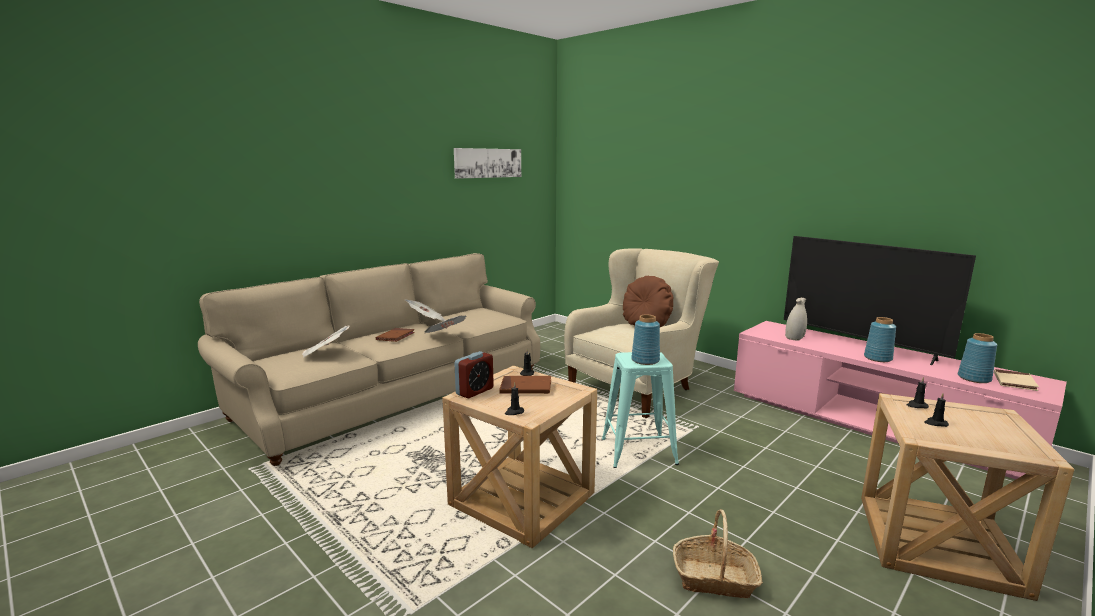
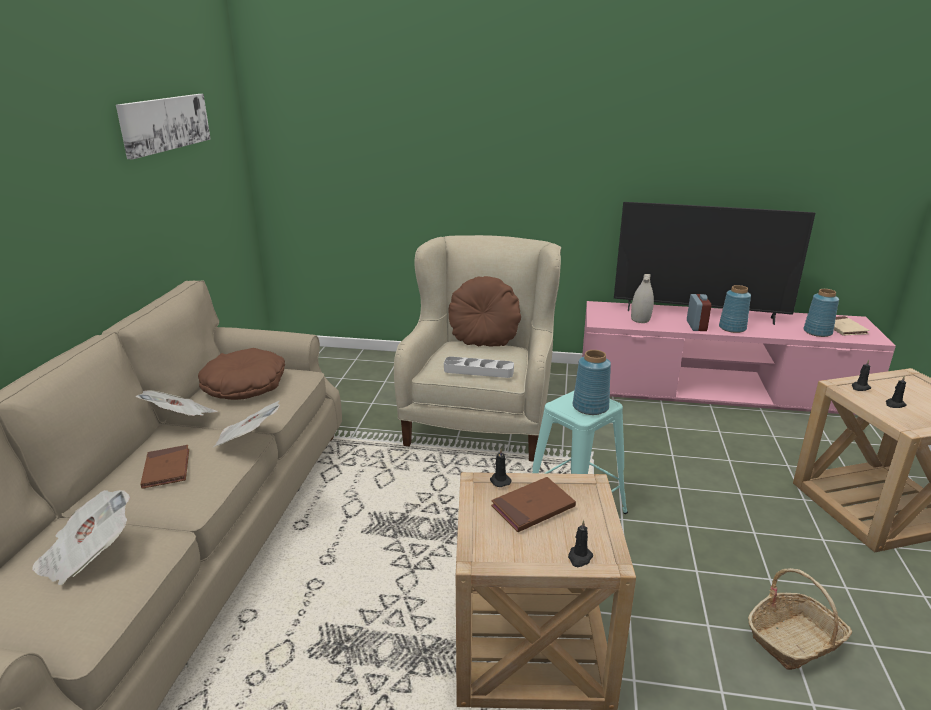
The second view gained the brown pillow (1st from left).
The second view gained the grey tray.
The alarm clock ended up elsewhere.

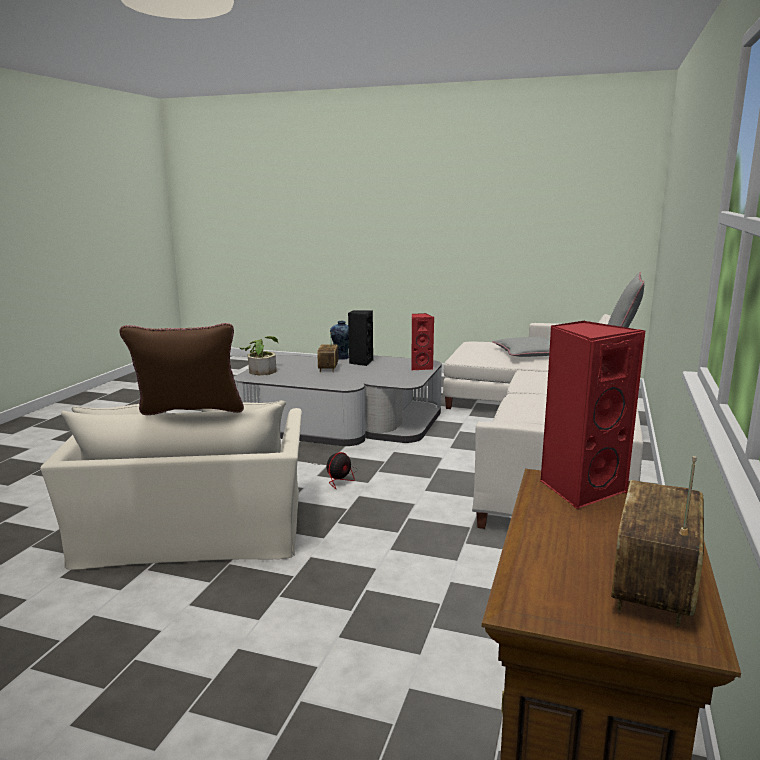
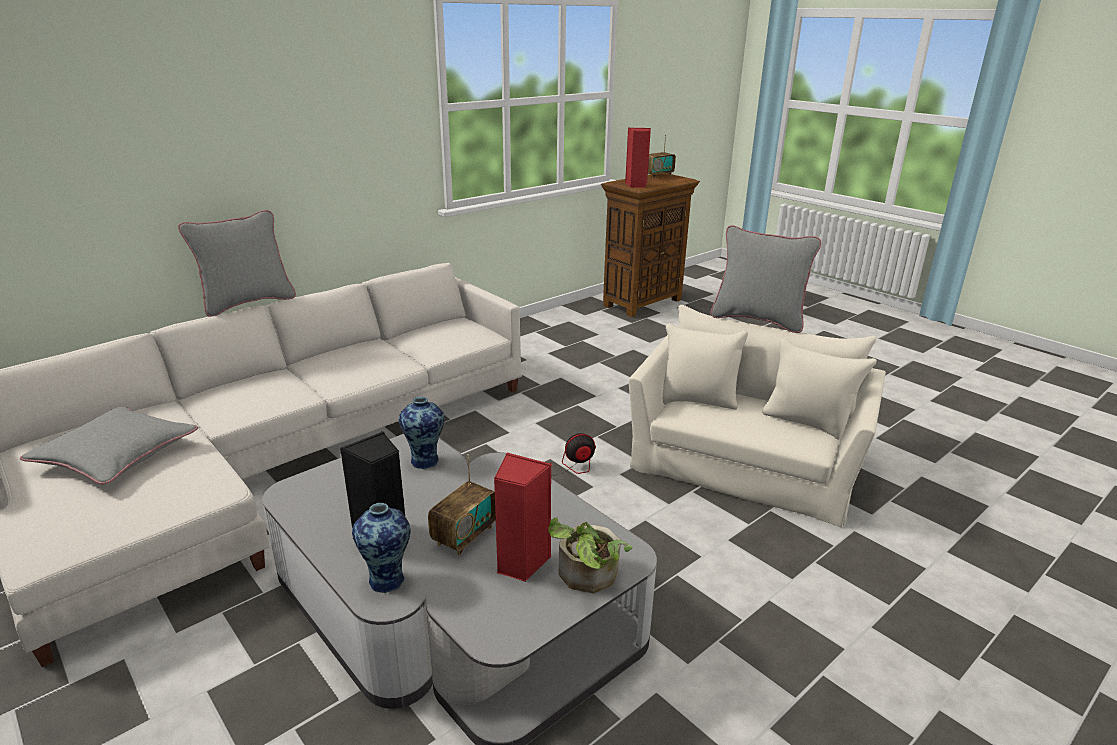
The second view gained the vase (2nd from left).
The red speaker (1st from left) ended up elsewhere.
What was the brown pillow turned into the grey pillow (3rd from left).

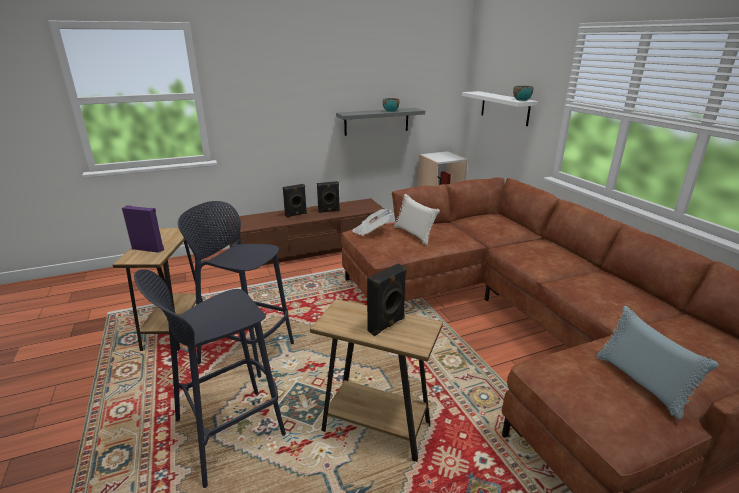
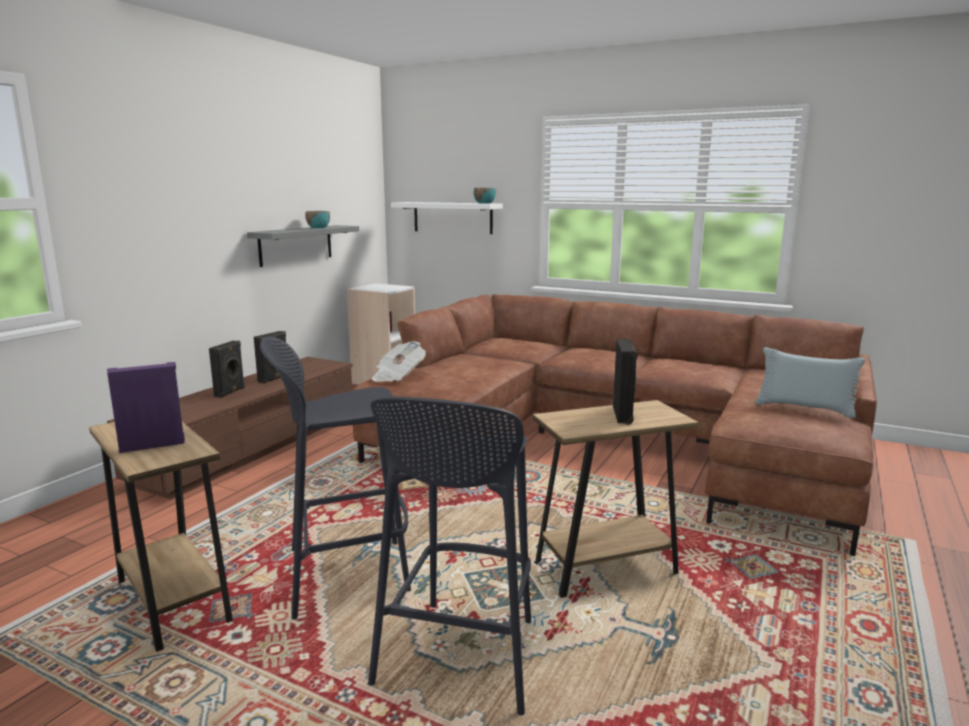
The second view lost the white pillow.

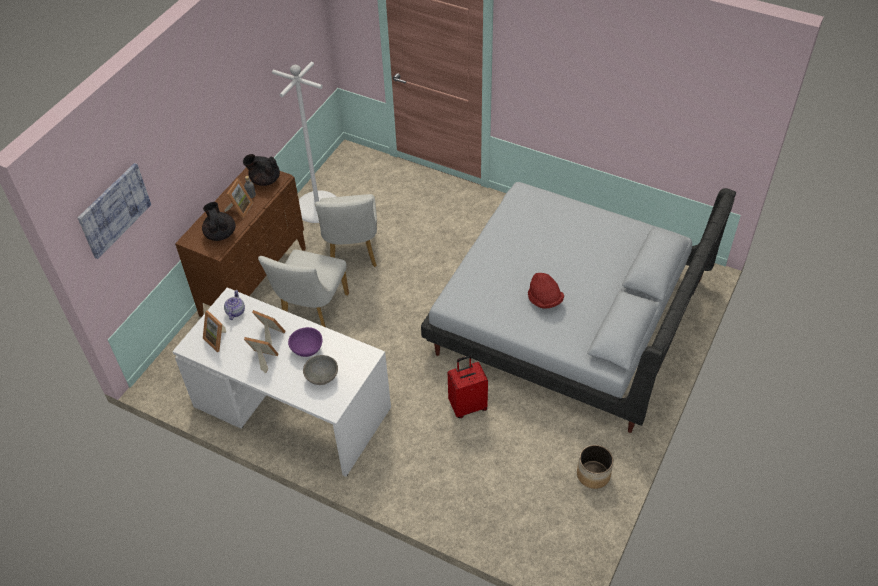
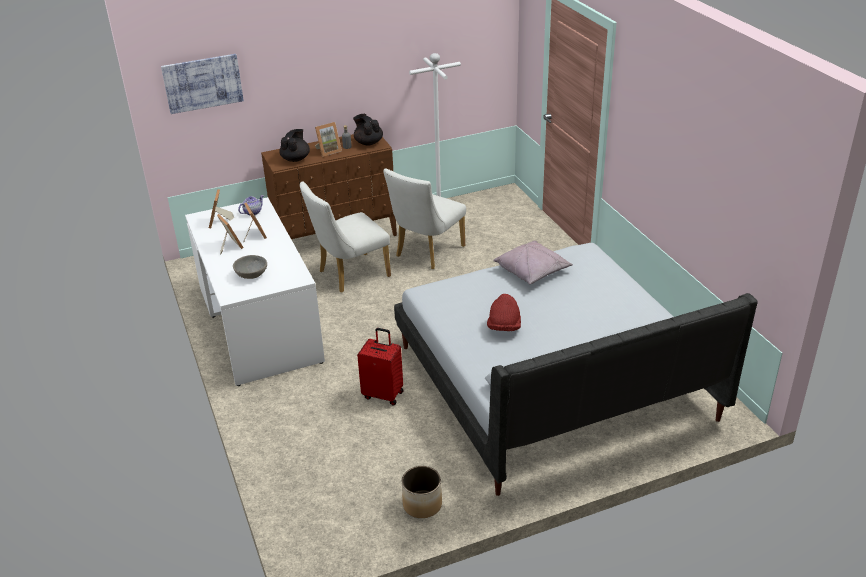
The second view gained the purple pillow.
The second view lost the purple bowl.

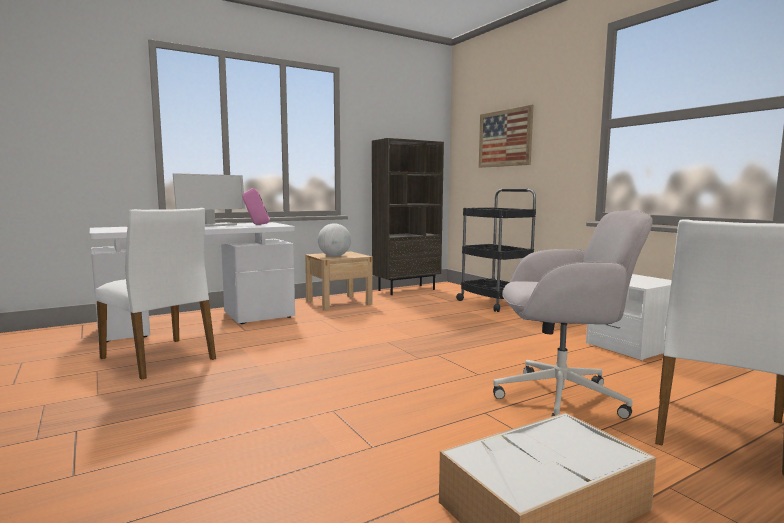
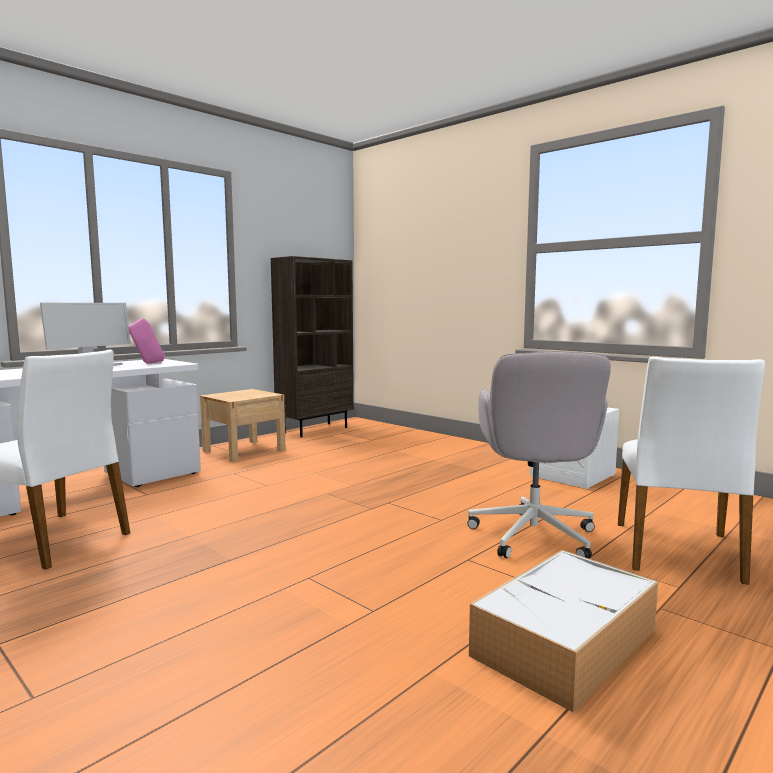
The grey office chair ended up facing another way, 105 degrees clockwise from before.
The second view lost the globe.
The second view lost the black cart.
The second view lost the picture.

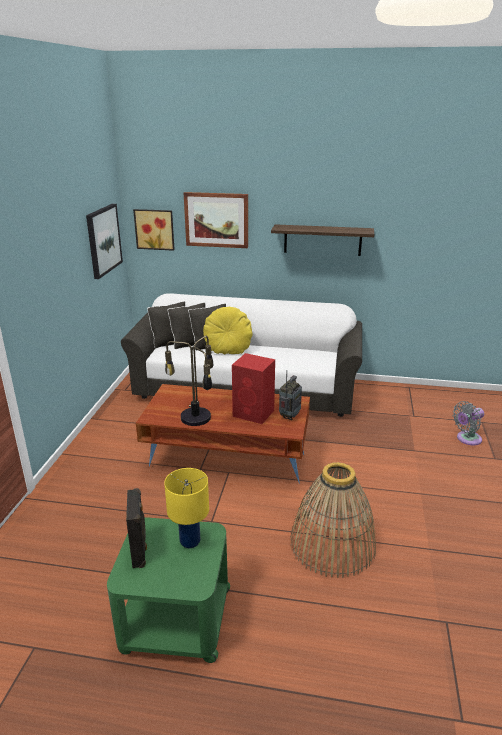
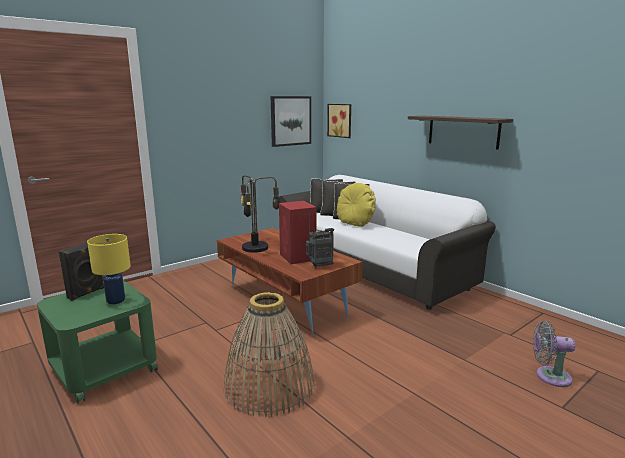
The second view lost the picture (3rd from left).

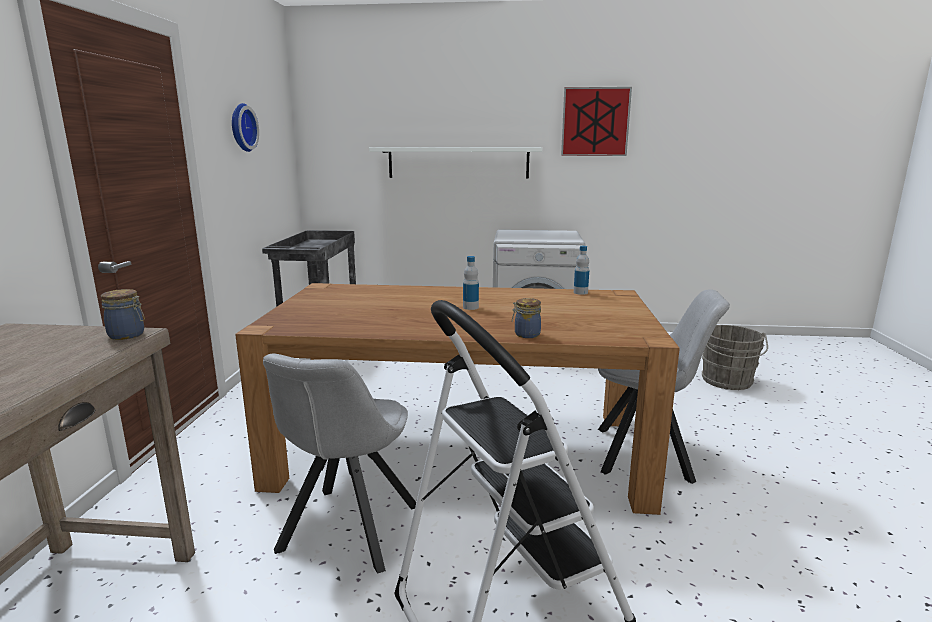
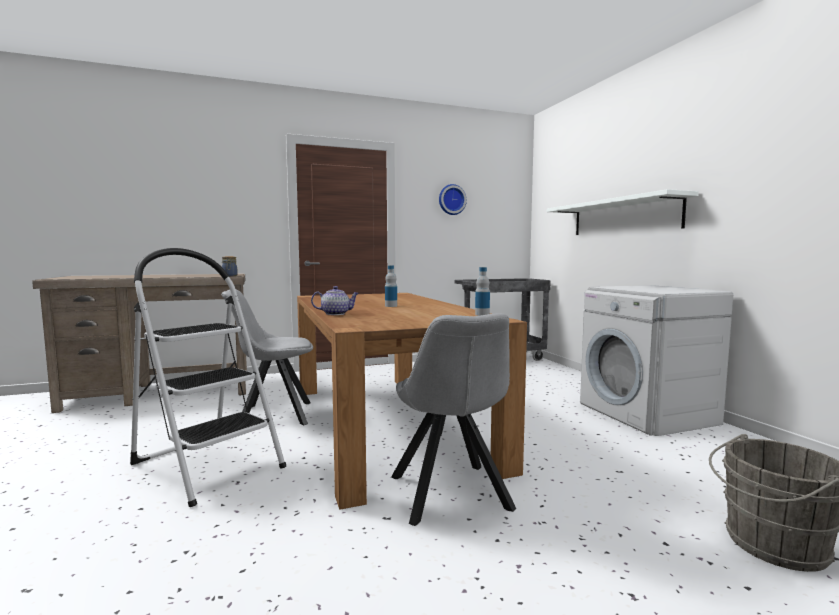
Where the jar (2nd from left) stood, the teapot came to stand.
The second view lost the picture.

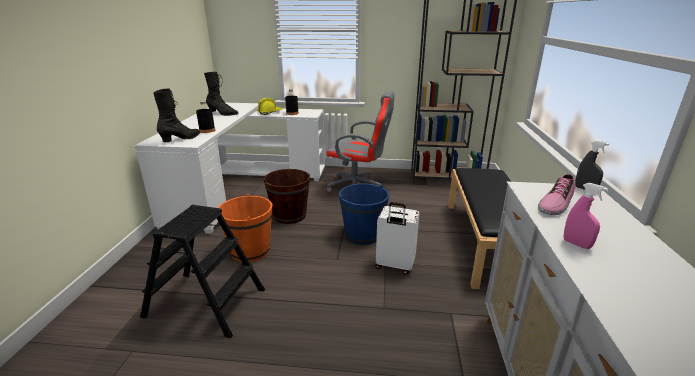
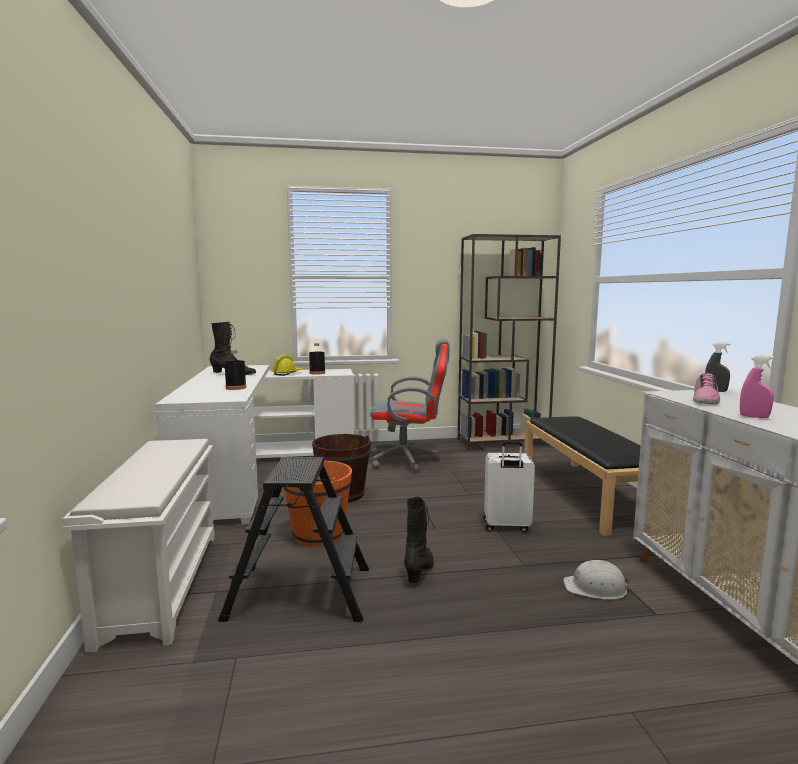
The second view gained the white shoe rack.
The black boot (1st from left in the first image) ended up elsewhere.
The second view gained the white hard hat.
The second view lost the blue bucket.

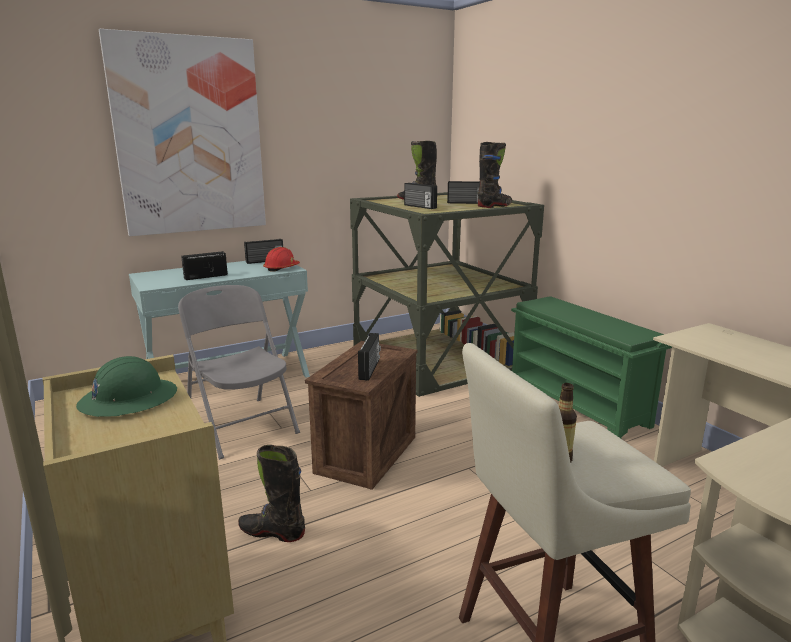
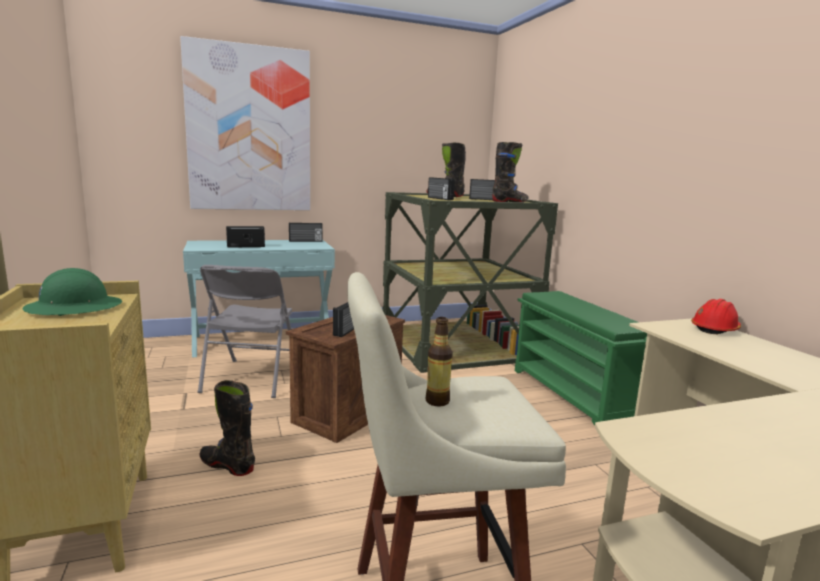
The grey chair ended up facing another way, 150 degrees counterclockwise from before.
The red hard hat ended up elsewhere.

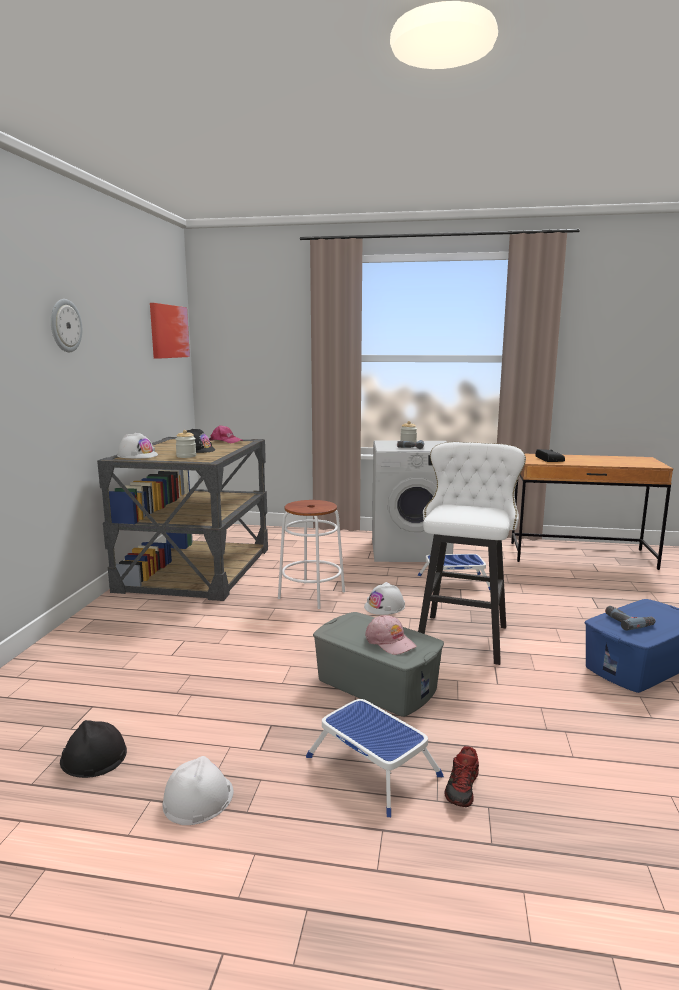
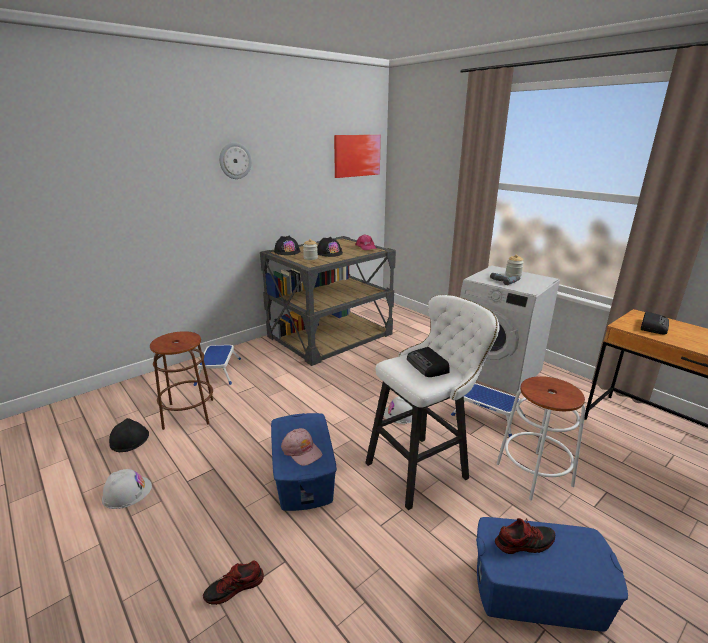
The second view gained the brown stool.
The blue step ladder (1st from left) ended up elsewhere.
What was the grey storage box turned into the blue storage box (1st from left).
What was the white hard hat (1st from left) turned into the black hard hat (2nd from left).
The pink cap (2nd from left in the first image) ended up facing another way, 45 degrees counterclockwise from before.
The second view gained the radio (1st from left).
Where the power drill (2nd from left) stood, the shoe (2nd from left) came to stand.
The white stool (1st from left in the first image) ended up elsewhere.

